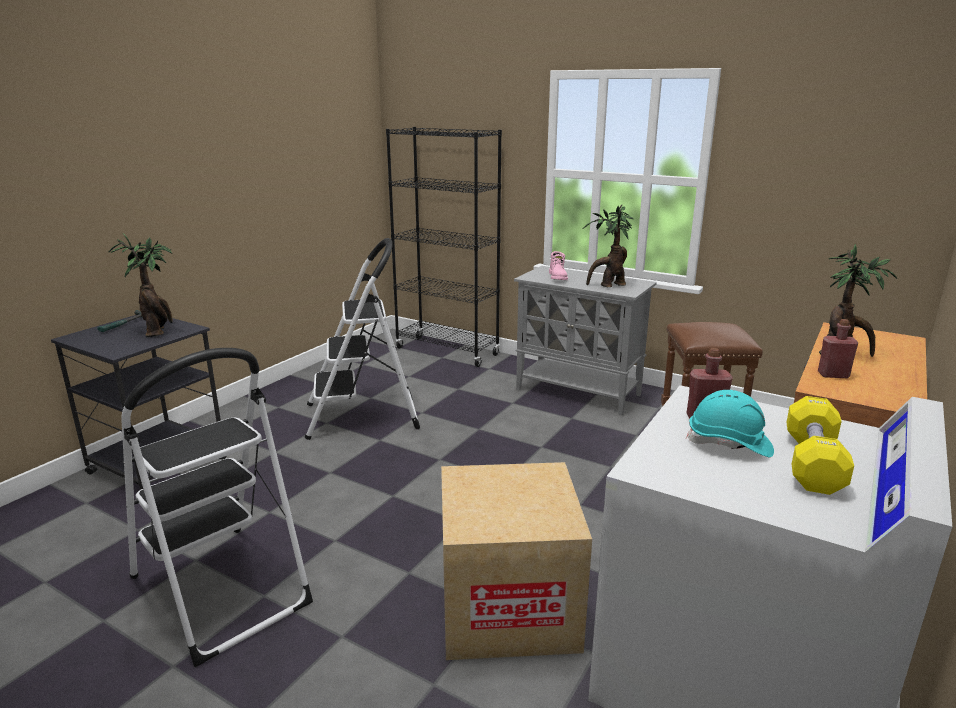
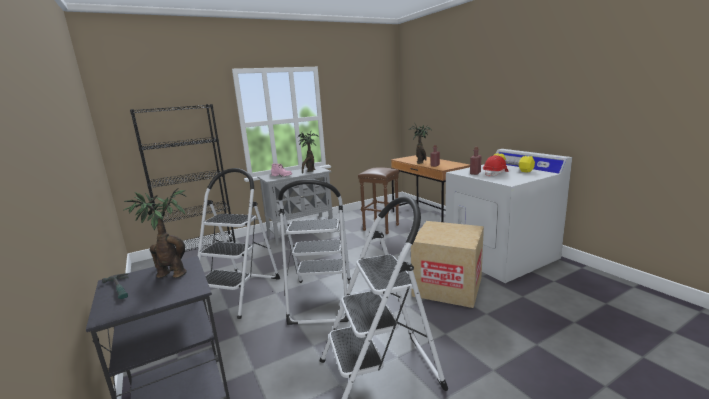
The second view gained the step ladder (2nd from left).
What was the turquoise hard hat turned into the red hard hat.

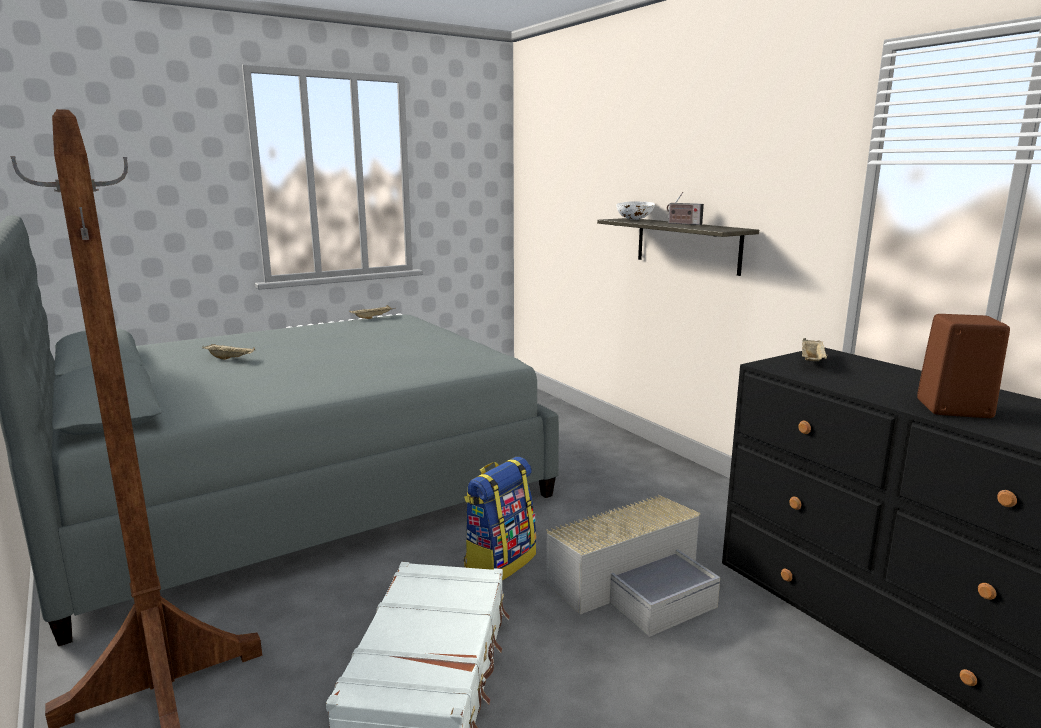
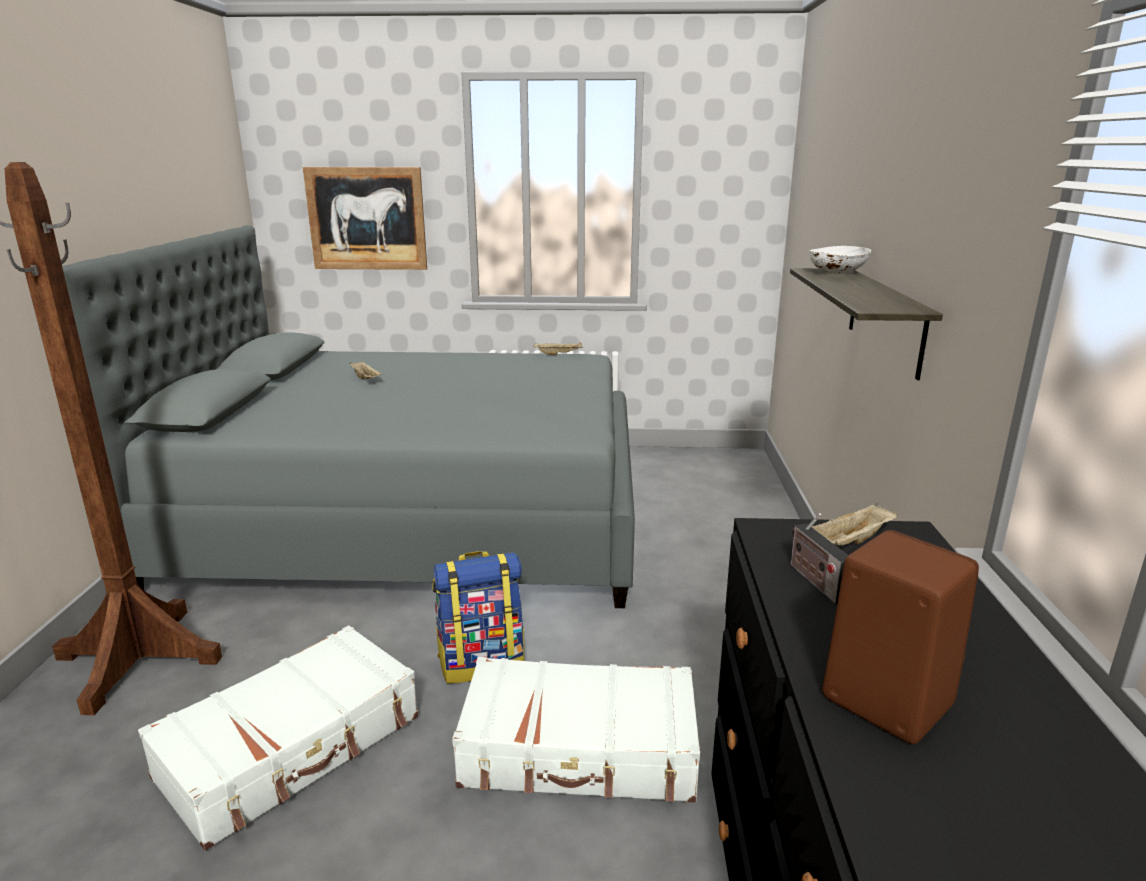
The second view gained the picture.
Where the grey storage box stood, the white suitcase (2nd from left) came to stand.
The radio ended up elsewhere.

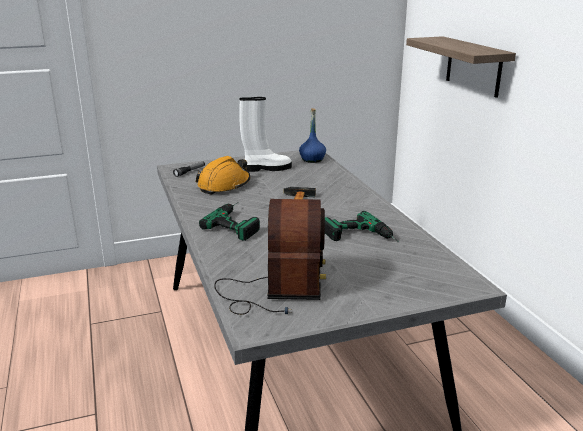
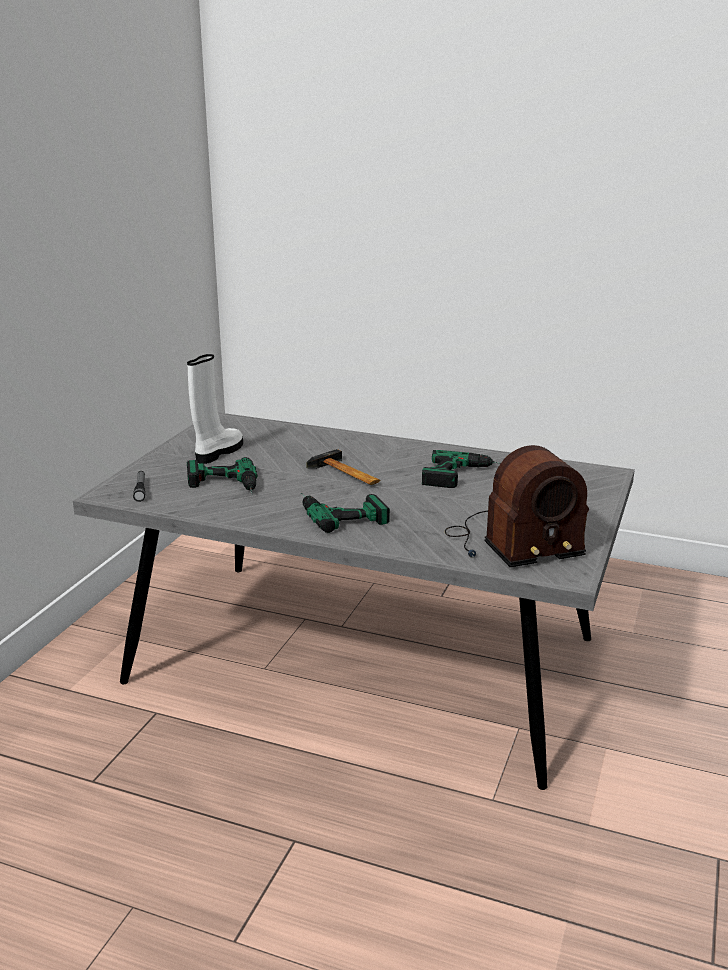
Where the orange hard hat stood, the power drill (1st from left) came to stand.
The radio ended up facing another way, 120 degrees clockwise from before.
The second view lost the blue bottle.
The second view lost the shelf.

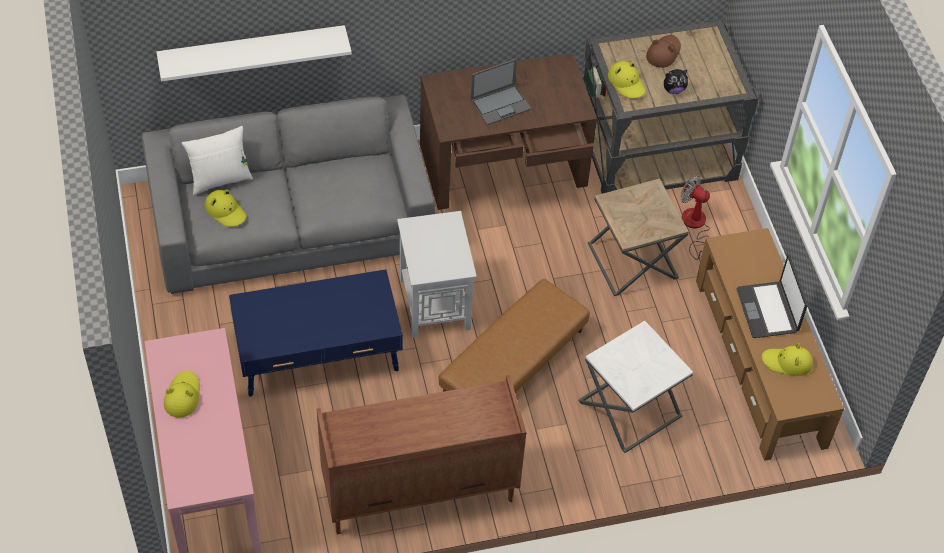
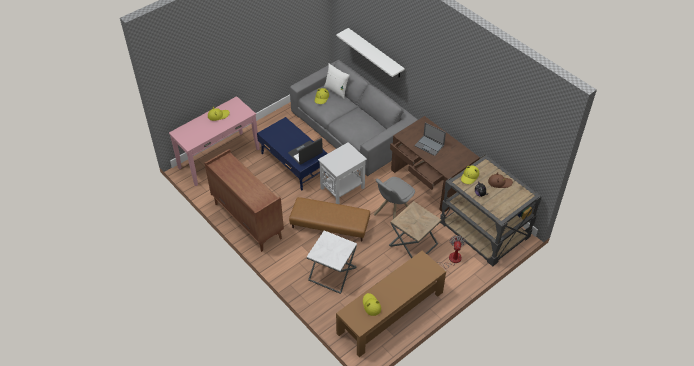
The laptop (2nd from left in the first image) ended up elsewhere.
The second view gained the grey chair.

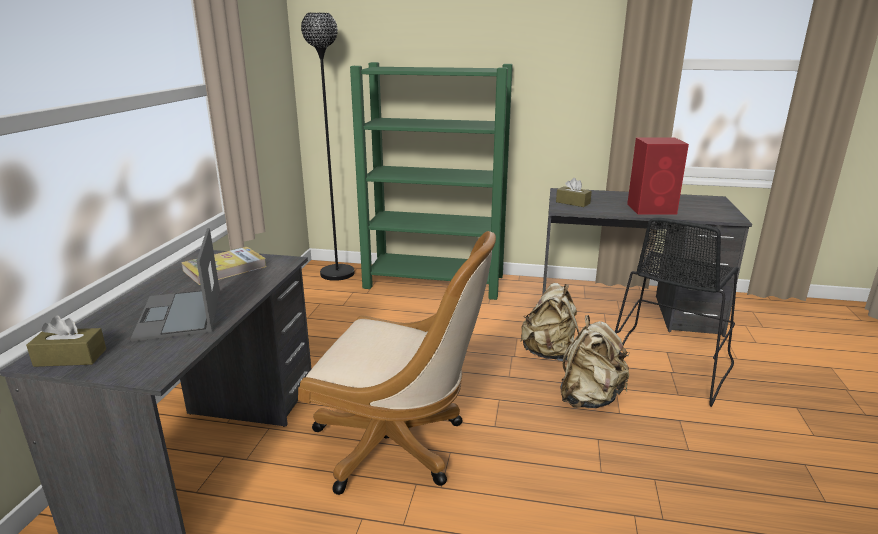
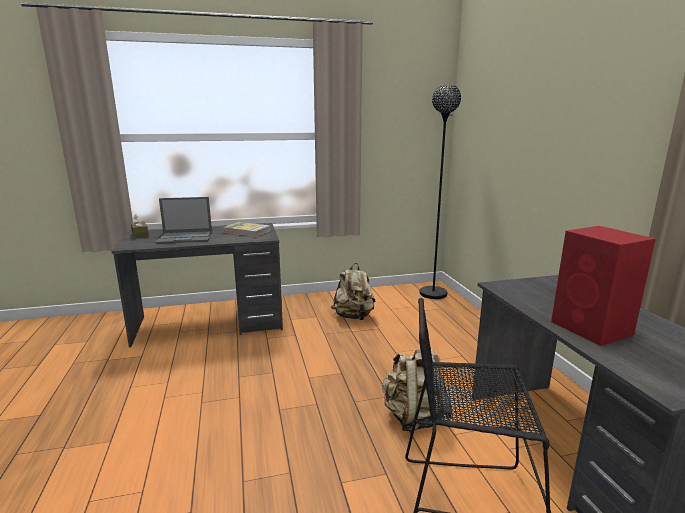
The laptop ended up facing another way, 150 degrees counterclockwise from before.
The beige backpack (2nd from left in the first image) ended up elsewhere.
The second view lost the office chair.
The second view lost the green bookcase.
The second view lost the brown tissue box (2nd from left).

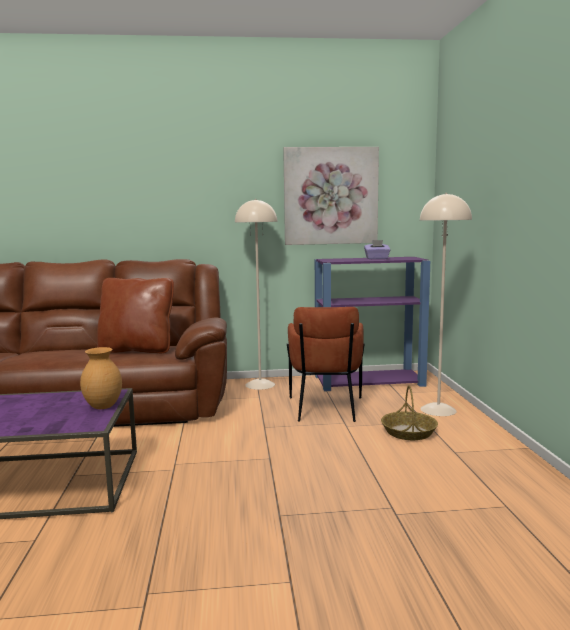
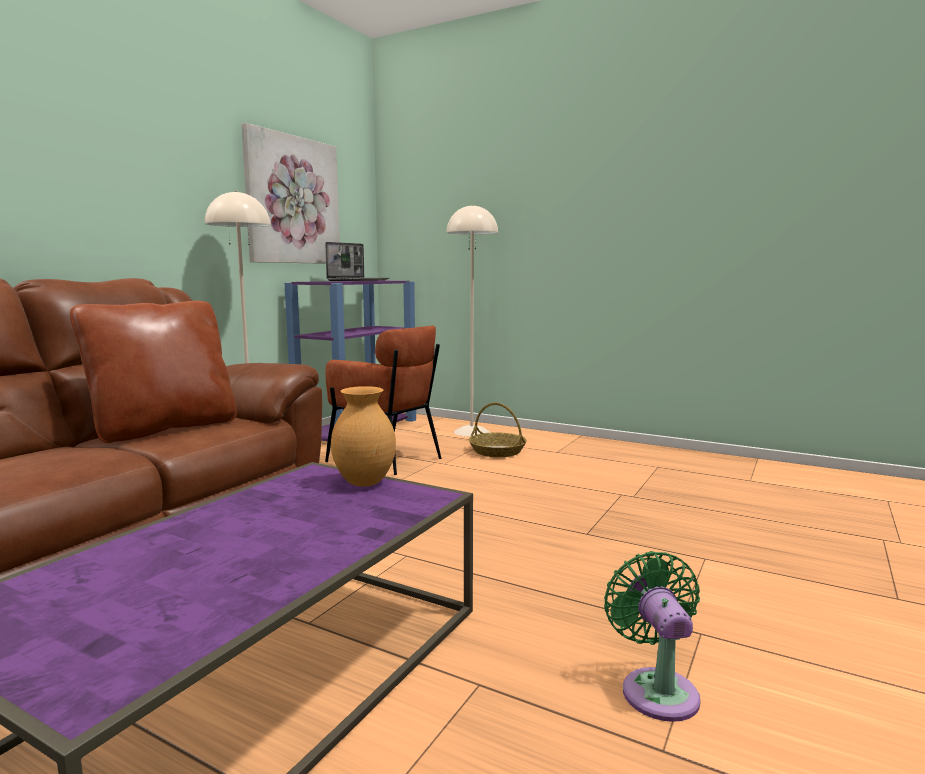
Where the purple tissue box stood, the laptop came to stand.
The second view gained the green fan.

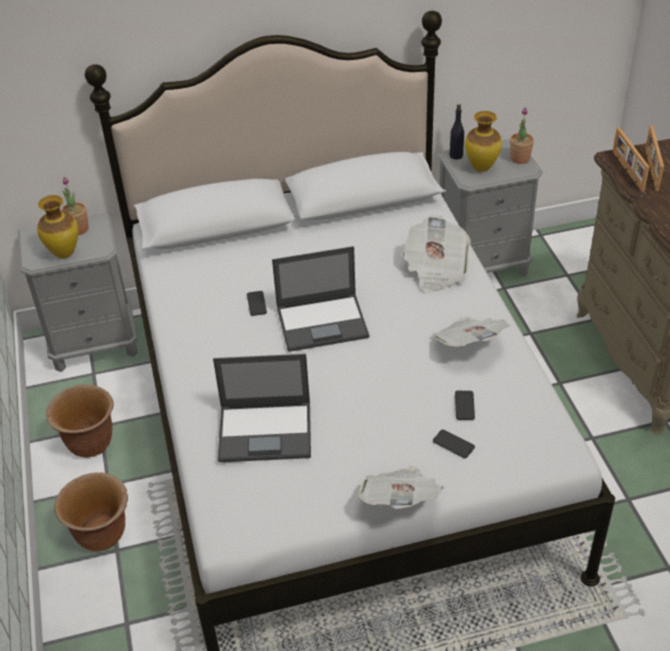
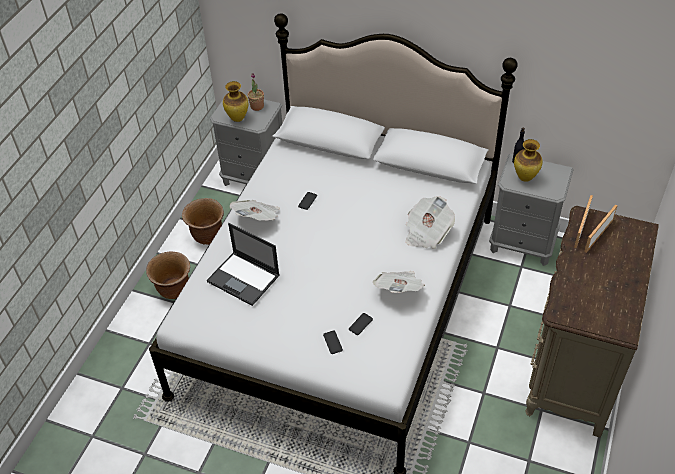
The newspaper (1st from left) ended up elsewhere.
The second view lost the laptop (2nd from left).
The second view lost the potted plant (2nd from left).

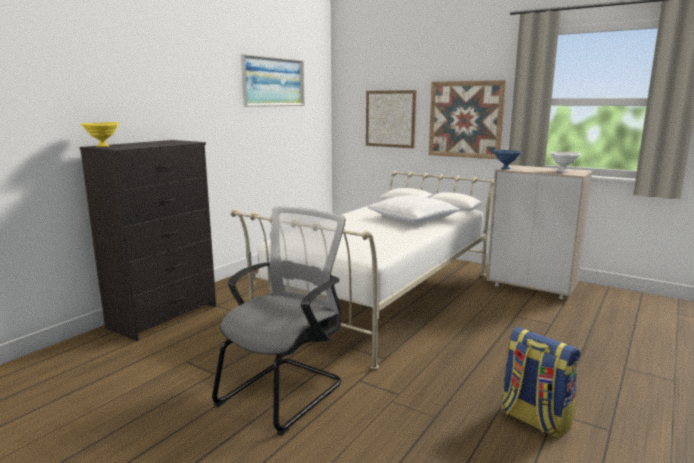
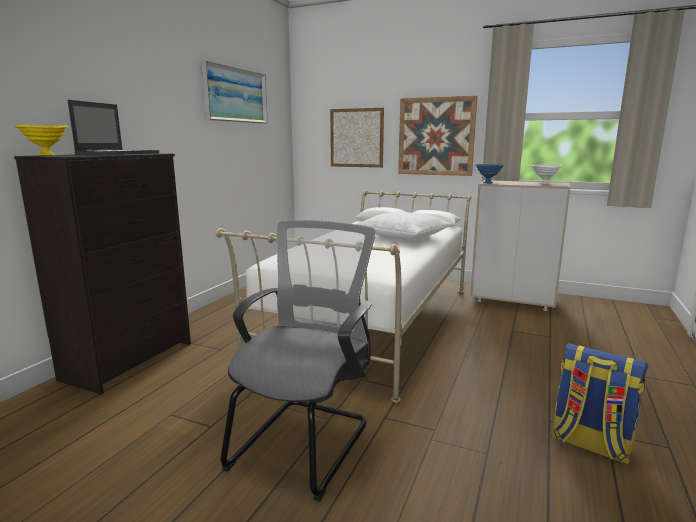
The second view gained the laptop.

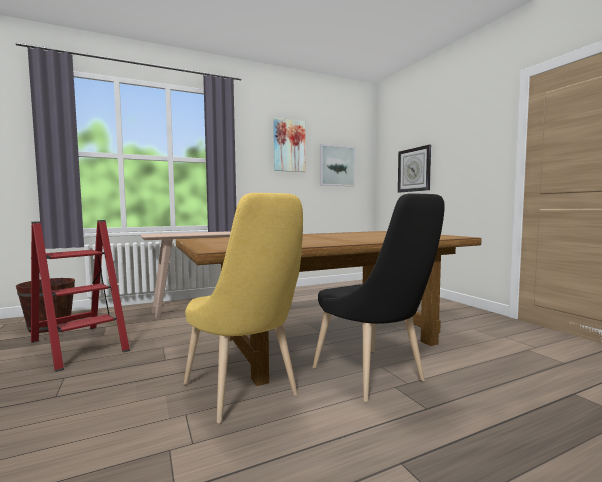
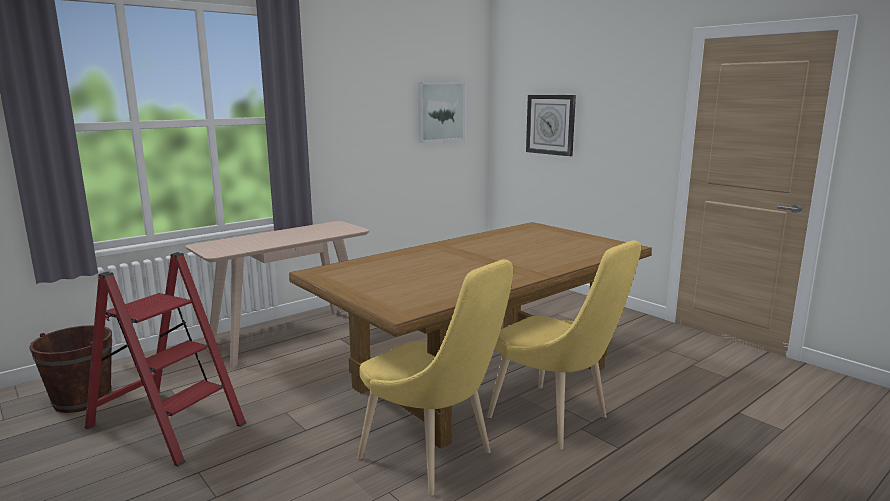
What was the black chair turned into the yellow chair (2nd from left).
The second view lost the picture (1st from left).

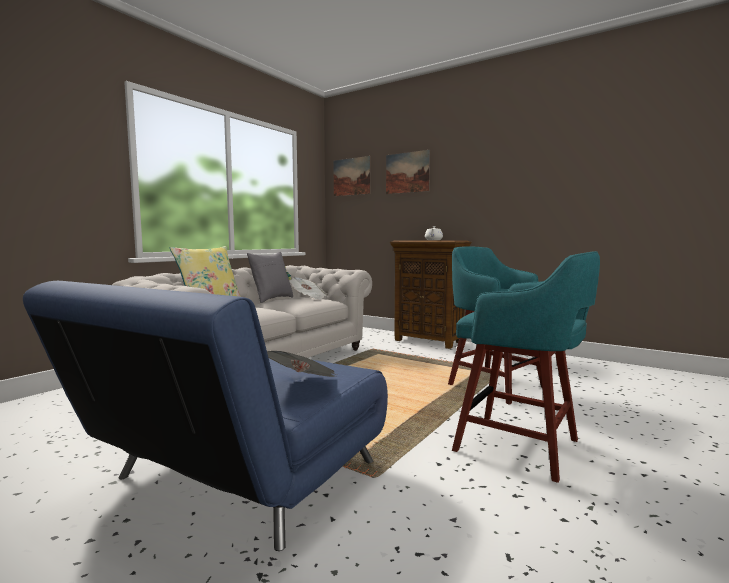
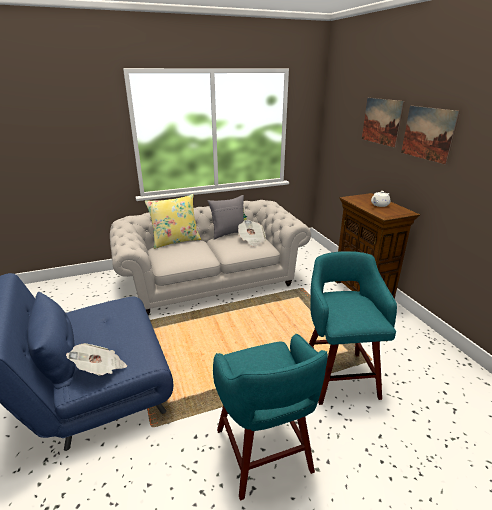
The picture (1st from left in the first image) ended up elsewhere.

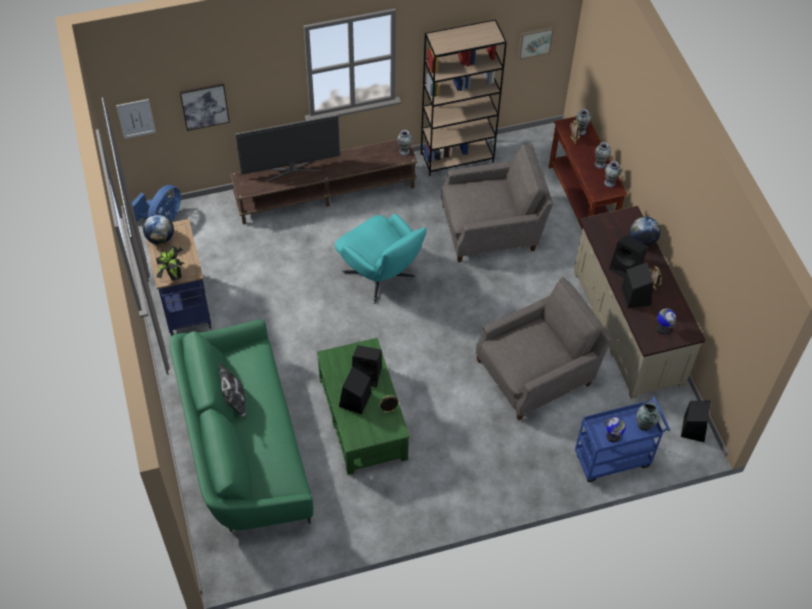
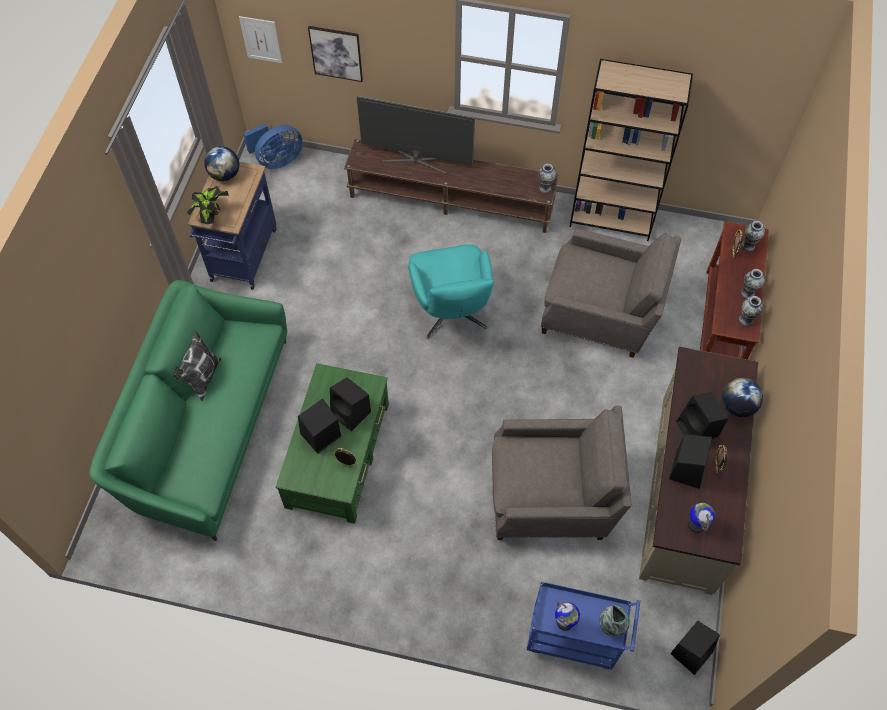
The second view lost the picture (3rd from left).

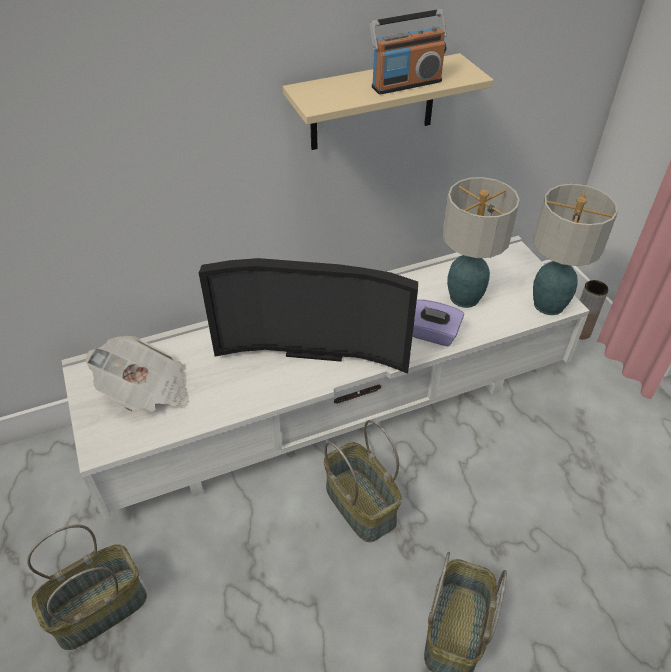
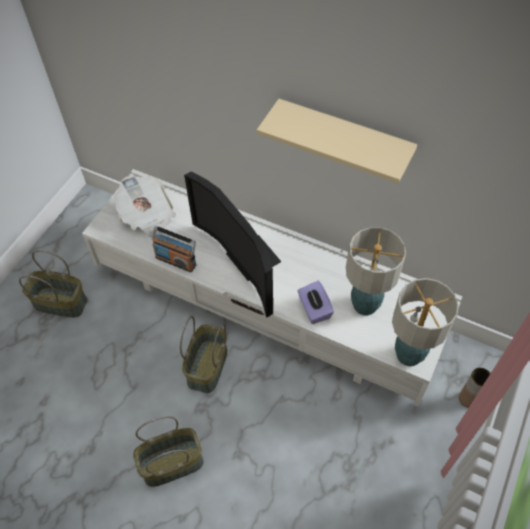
The radio ended up elsewhere.

